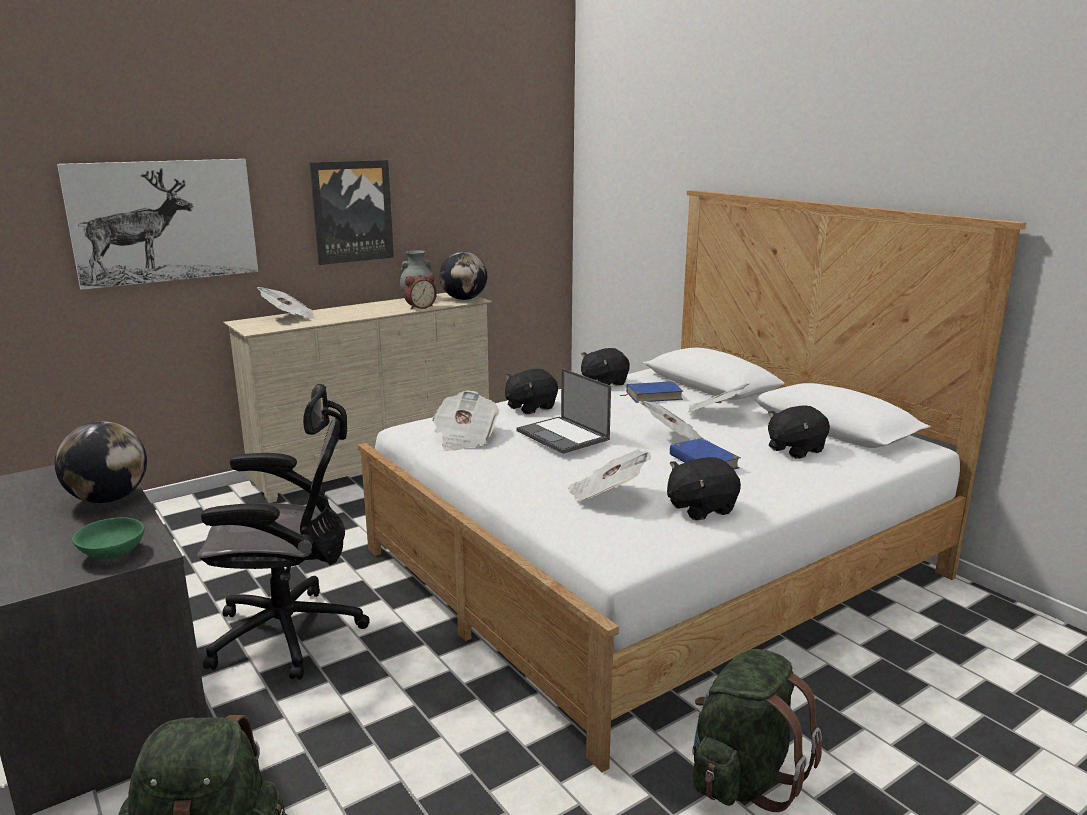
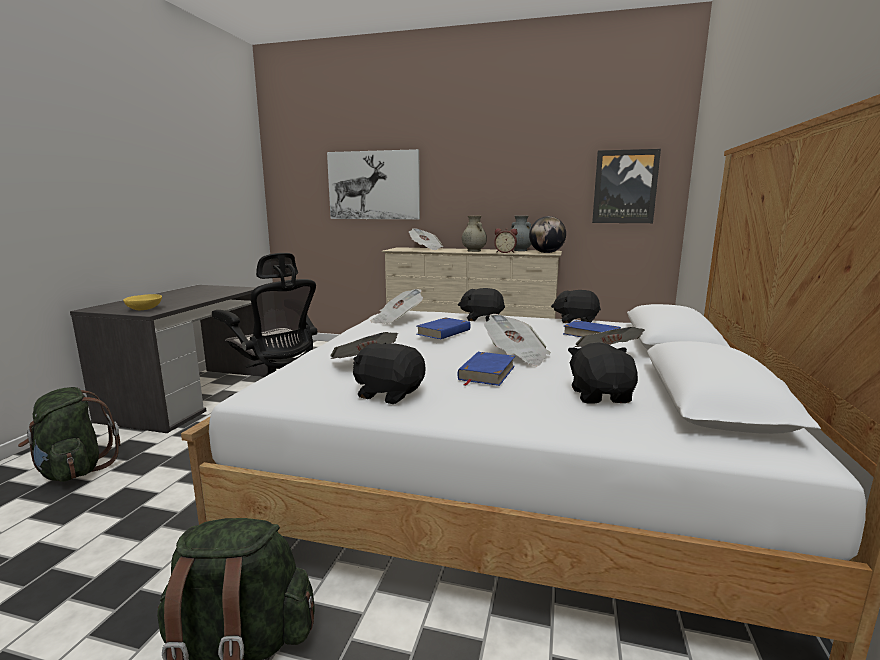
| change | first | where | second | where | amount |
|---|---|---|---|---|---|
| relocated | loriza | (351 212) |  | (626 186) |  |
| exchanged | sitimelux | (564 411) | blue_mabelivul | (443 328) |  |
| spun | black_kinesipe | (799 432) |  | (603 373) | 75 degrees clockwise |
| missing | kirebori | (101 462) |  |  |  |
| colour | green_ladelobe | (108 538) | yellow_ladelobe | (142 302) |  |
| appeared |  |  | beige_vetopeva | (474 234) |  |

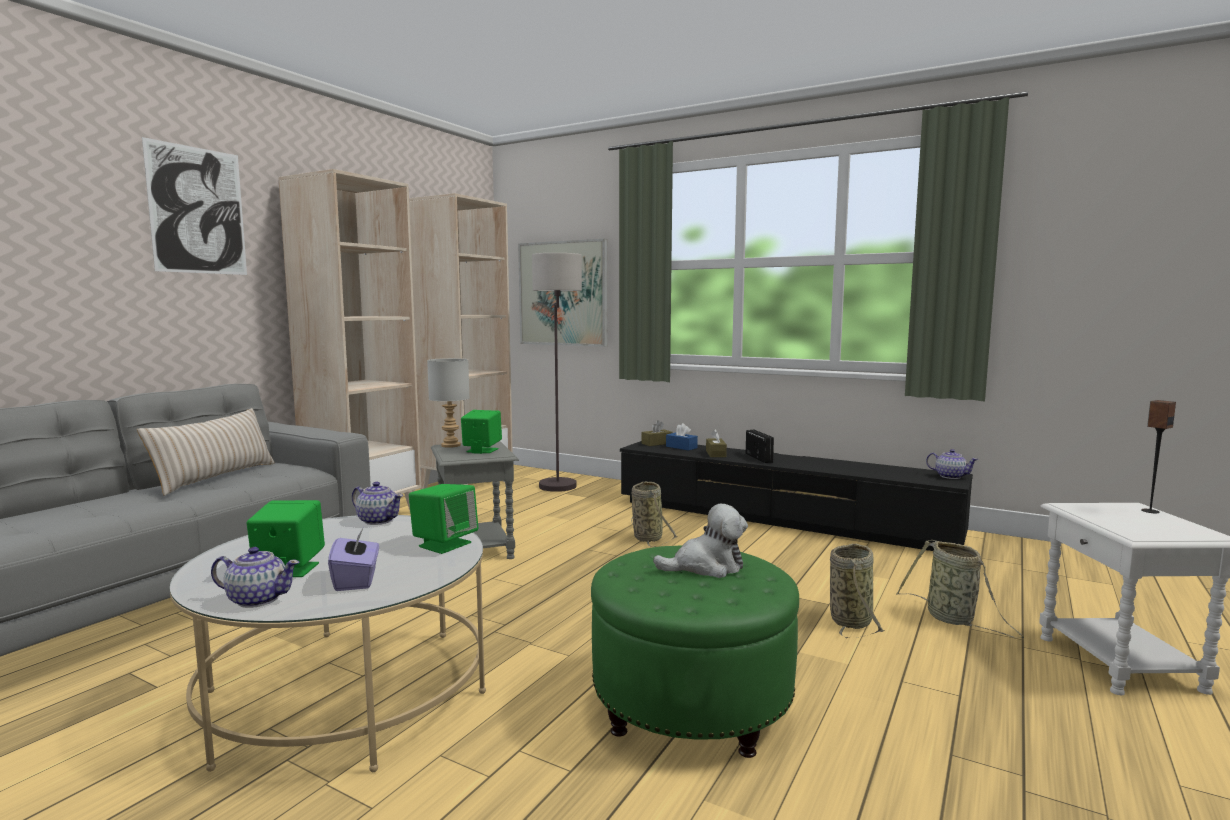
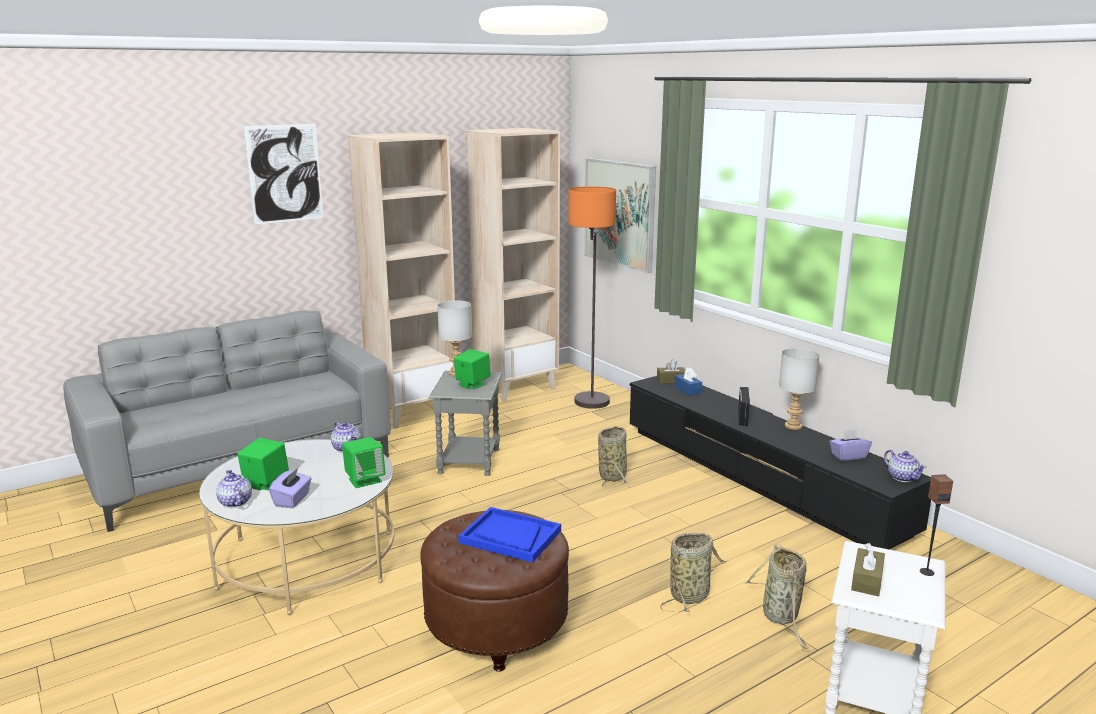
| change | first | where | second | where | amount |
|---|---|---|---|---|---|
| colour | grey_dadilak | (557 372) | orange_dadilak | (592 297) |  |
| missing | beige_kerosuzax | (206 452) |  |  |  |
| relocated | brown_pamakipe | (716 443) |  | (868 569) |  |
| exchanged | kinesipe | (700 541) | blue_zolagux | (509 534) |  |
| colour | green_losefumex | (695 651) | brown_losefumex | (494 591) |  |
| spun | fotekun | (255 577) |  | (234 489) | 150 degrees counterclockwise |
| appeared |  |  | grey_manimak | (799 389) |  |
| appeared |  |  | purple_pamakipe | (850 445) |  |

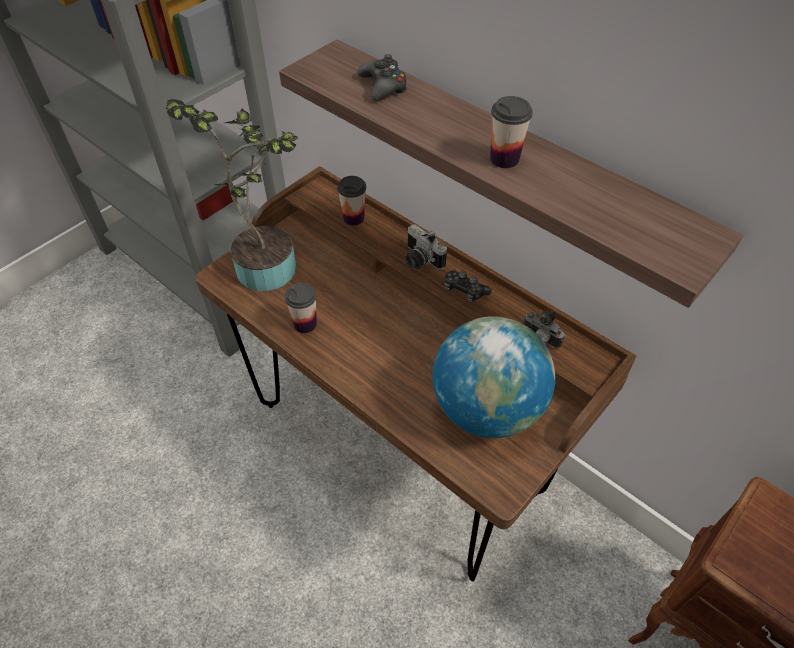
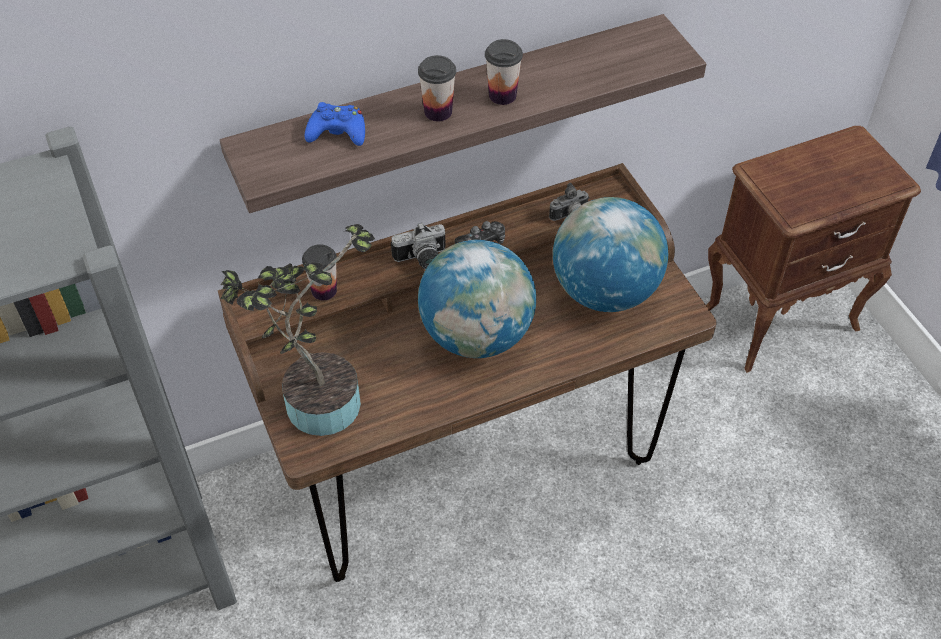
| change | first | where | second | where | amount |
|---|---|---|---|---|---|
| colour | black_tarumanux | (382 77) | blue_tarumanux | (335 124) |  |
| relocated | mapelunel | (301 308) |  | (437 88) |  |
| appeared |  |  | kirebori | (477 299) |  |

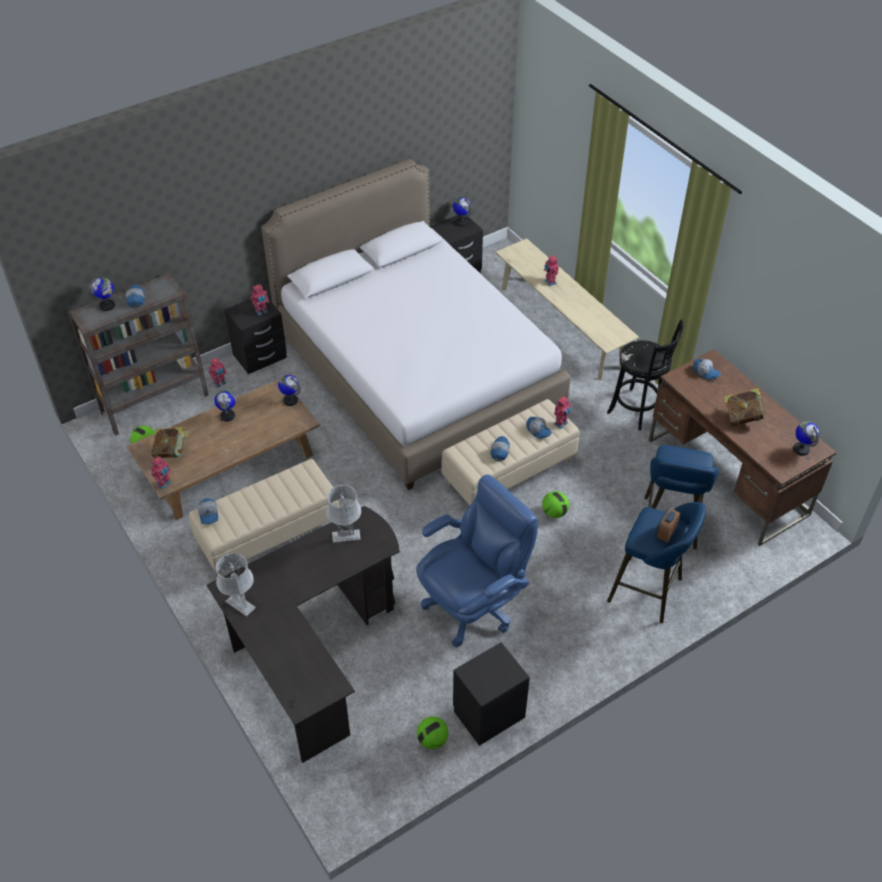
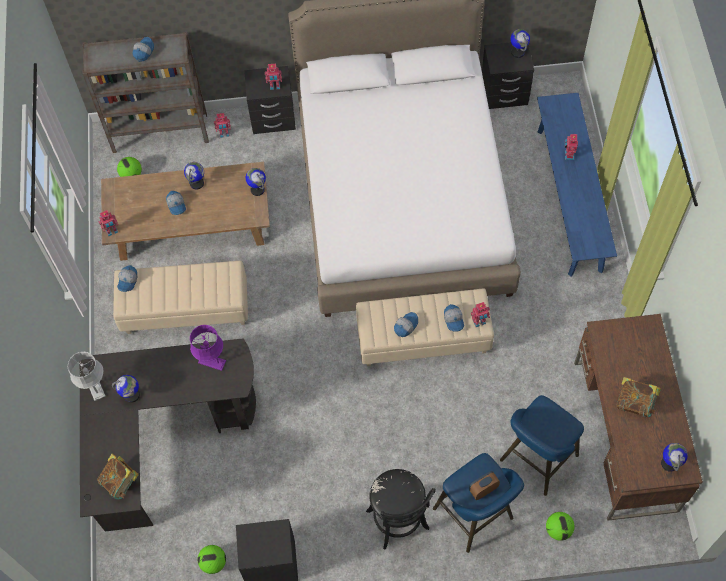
| change | first | where | second | where | amount |
|---|---|---|---|---|---|
| colour | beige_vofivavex | (567 309) | blue_vofivavex | (577 185) |  |
| relocated | kirebori | (101 294) |  | (126 389) |  |
| relocated | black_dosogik | (645 375) |  | (401 509) |  |
| relocated | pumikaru | (707 369) |  | (176 203) |  |
| relocated | mabelivul | (169 442) |  | (118 477) |  |
| missing | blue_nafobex | (477 560) |  |  |  |
| colour | grey_manimak | (343 514) | purple_manimak | (208 348) |  |
| relocated | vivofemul | (555 504) |  | (560 526) |  |

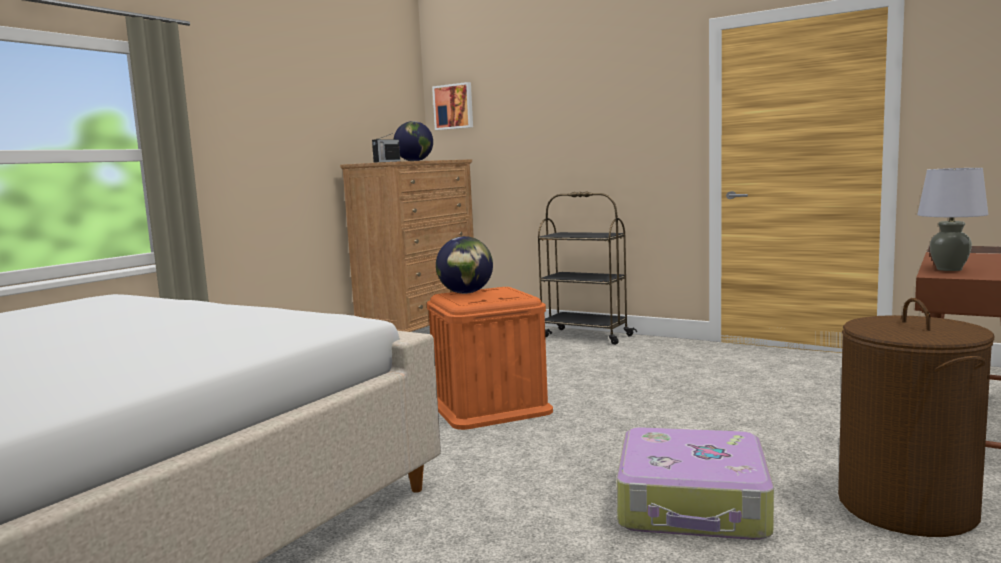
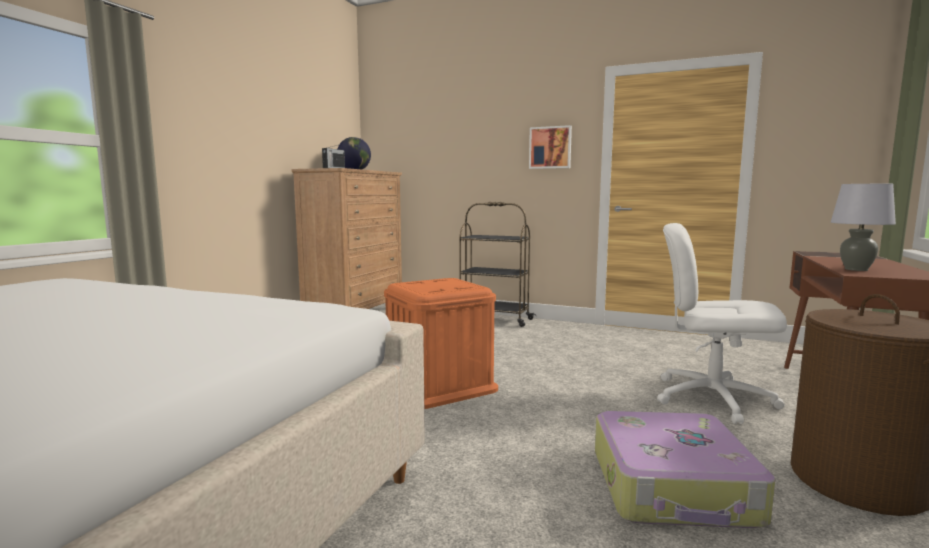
| change | first | where | second | where | amount |
|---|---|---|---|---|---|
| relocated | loriza | (452 106) |  | (550 147) |  |
| missing | kirebori | (464 265) |  |  |  |
| appeared |  |  | white_nafobex | (722 323) |  |

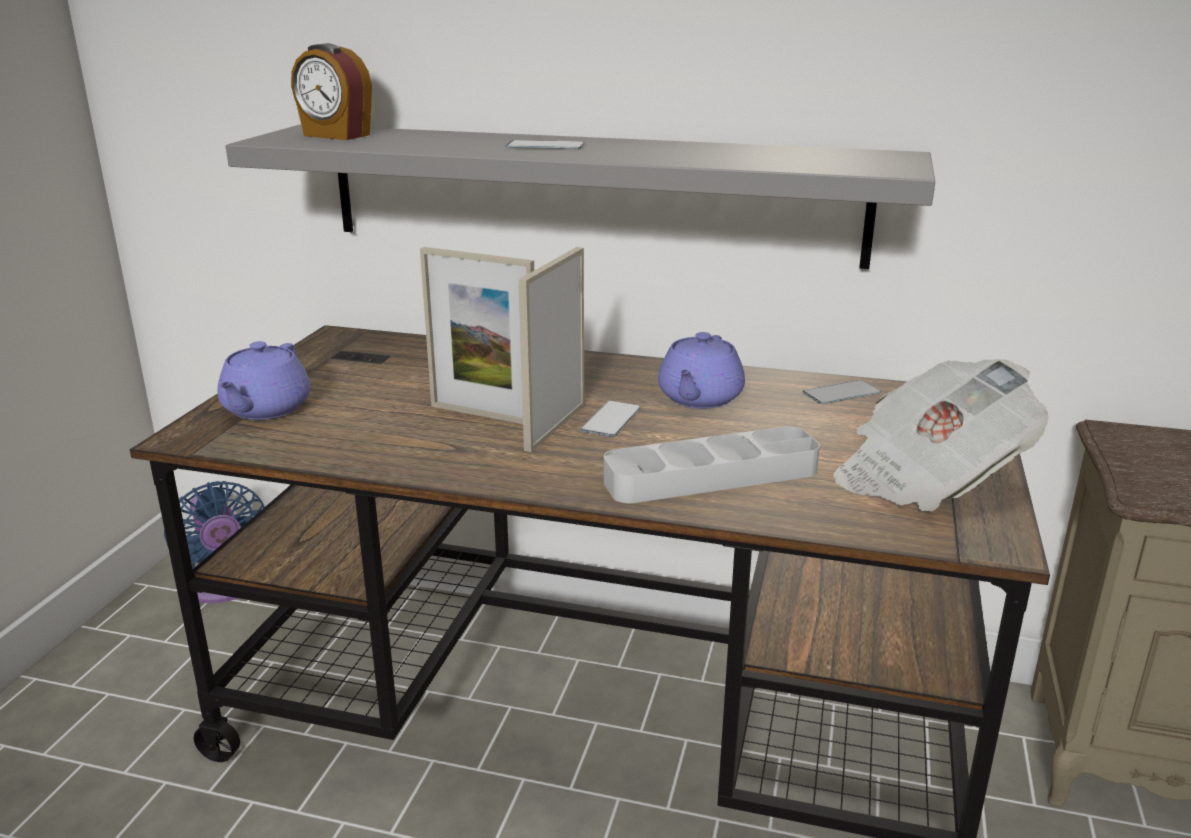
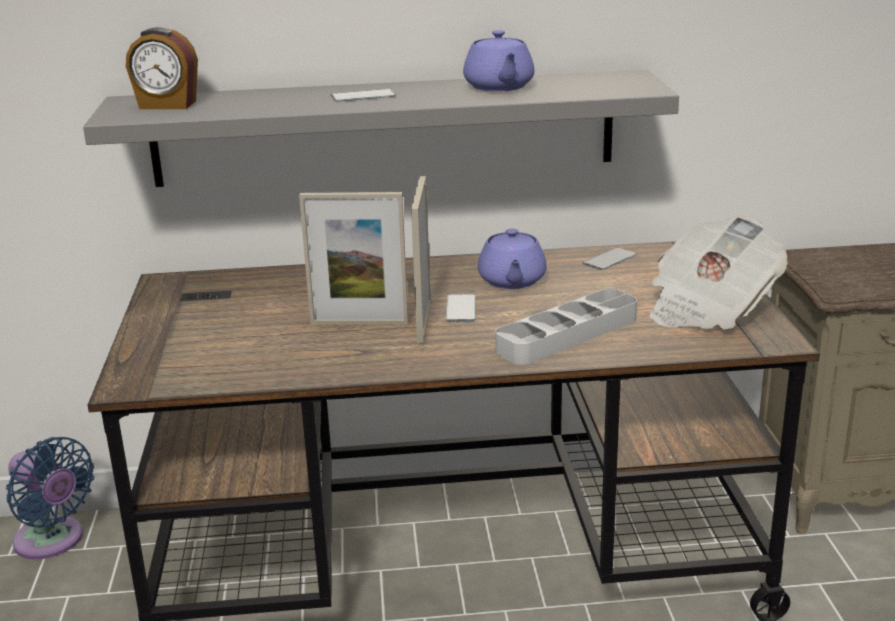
| change | first | where | second | where | amount |
|---|---|---|---|---|---|
| relocated | purple_fotekun | (264 380) |  | (498 61) |  |

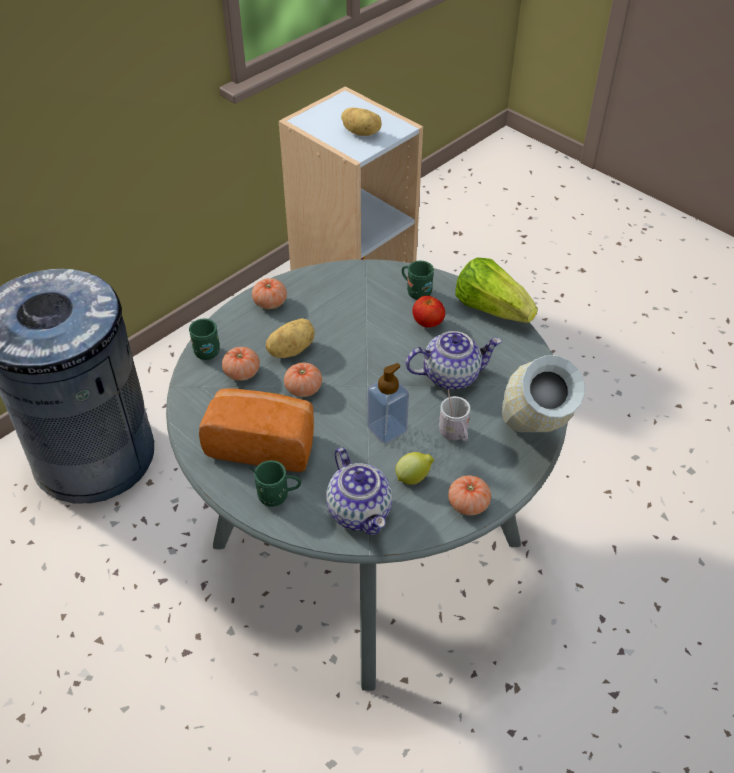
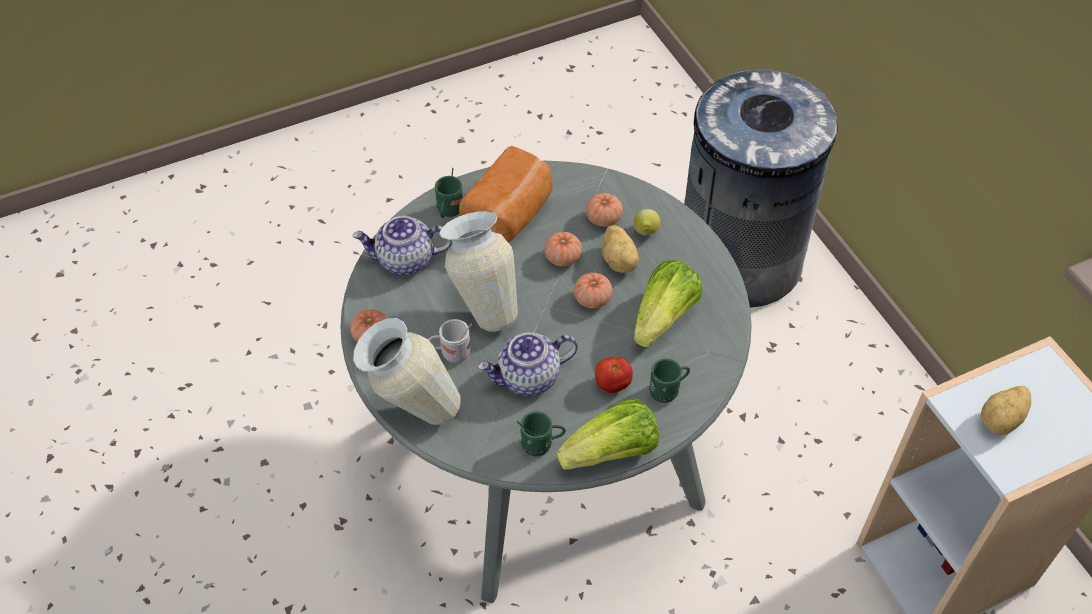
| change | first | where | second | where | amount |
|---|---|---|---|---|---|
| relocated | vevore | (269 293) |  | (593 291) |  |
| relocated | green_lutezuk | (204 339) |  | (541 433) |  |
| spun | fotekun | (453 360) |  | (528 364) | 60 degrees clockwise |
| exchanged | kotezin | (388 403) | vetopeva | (478 271) |  |
| relocated | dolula | (414 468) |  | (646 222) |  |
| appeared |  |  | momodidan | (668 303) |  |

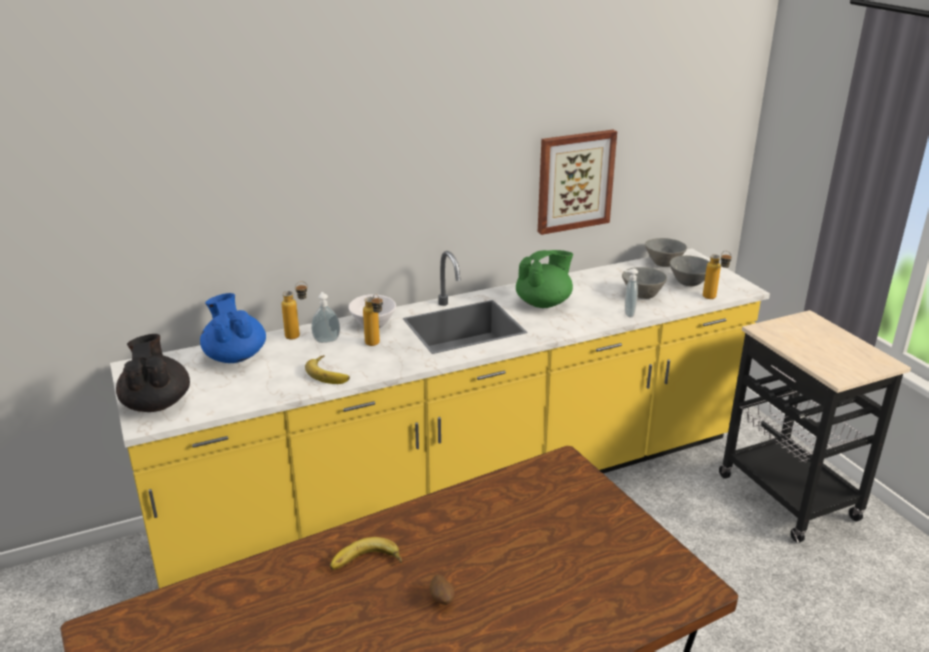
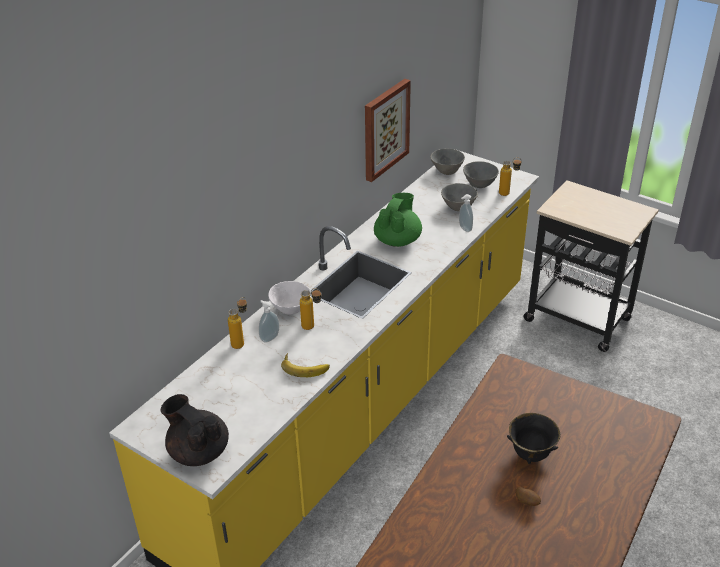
| change | first | where | second | where | amount |
|---|---|---|---|---|---|
| missing | blue_fotekun | (233 328) |  |  |  |
| missing | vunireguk | (366 553) |  |  |  |
| appeared |  |  | black_ladelobe | (533 438) |  |

